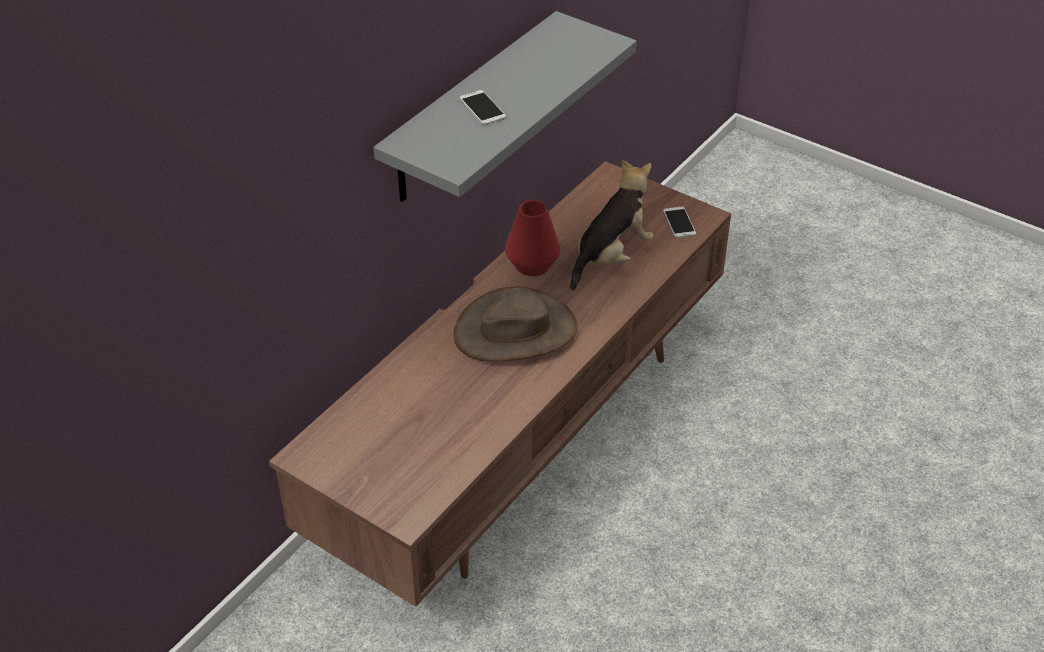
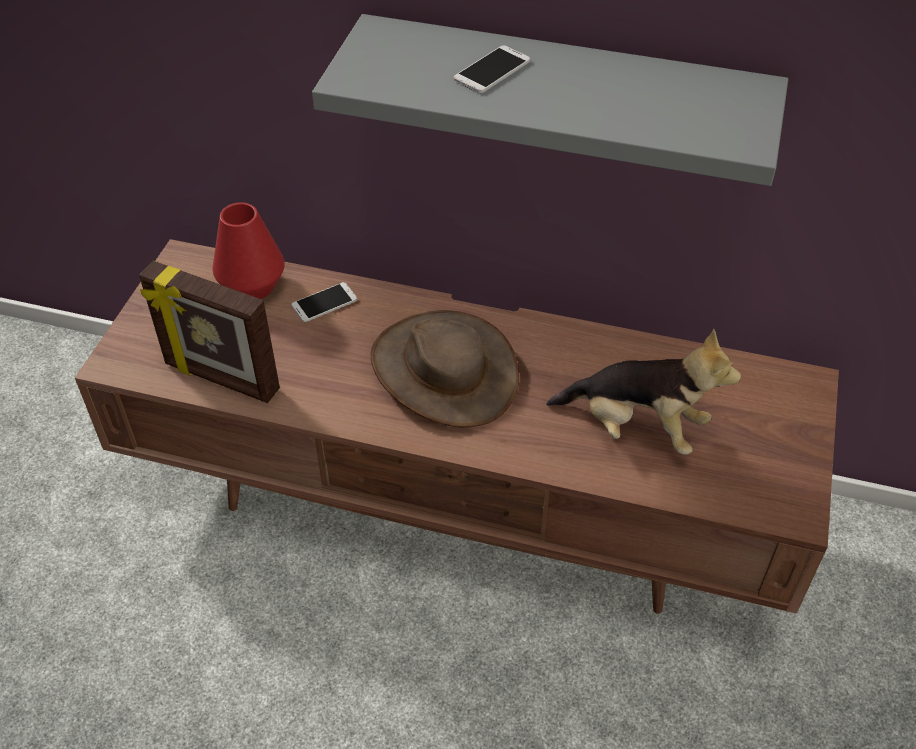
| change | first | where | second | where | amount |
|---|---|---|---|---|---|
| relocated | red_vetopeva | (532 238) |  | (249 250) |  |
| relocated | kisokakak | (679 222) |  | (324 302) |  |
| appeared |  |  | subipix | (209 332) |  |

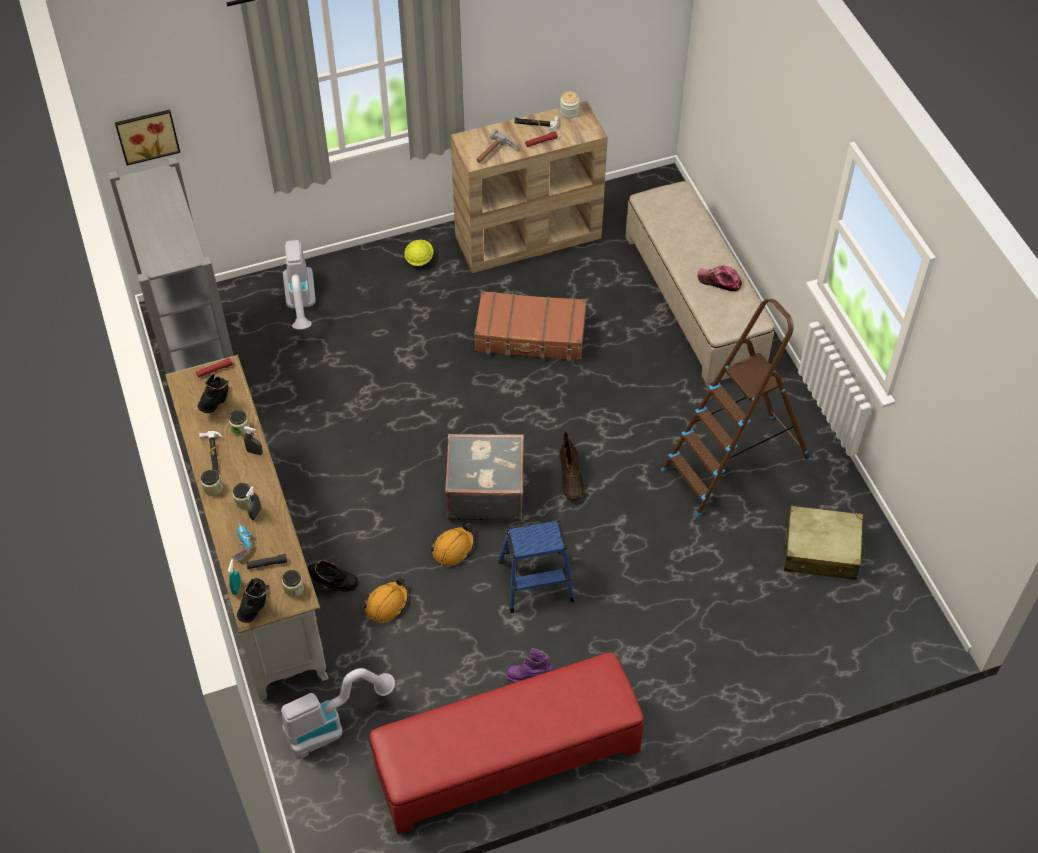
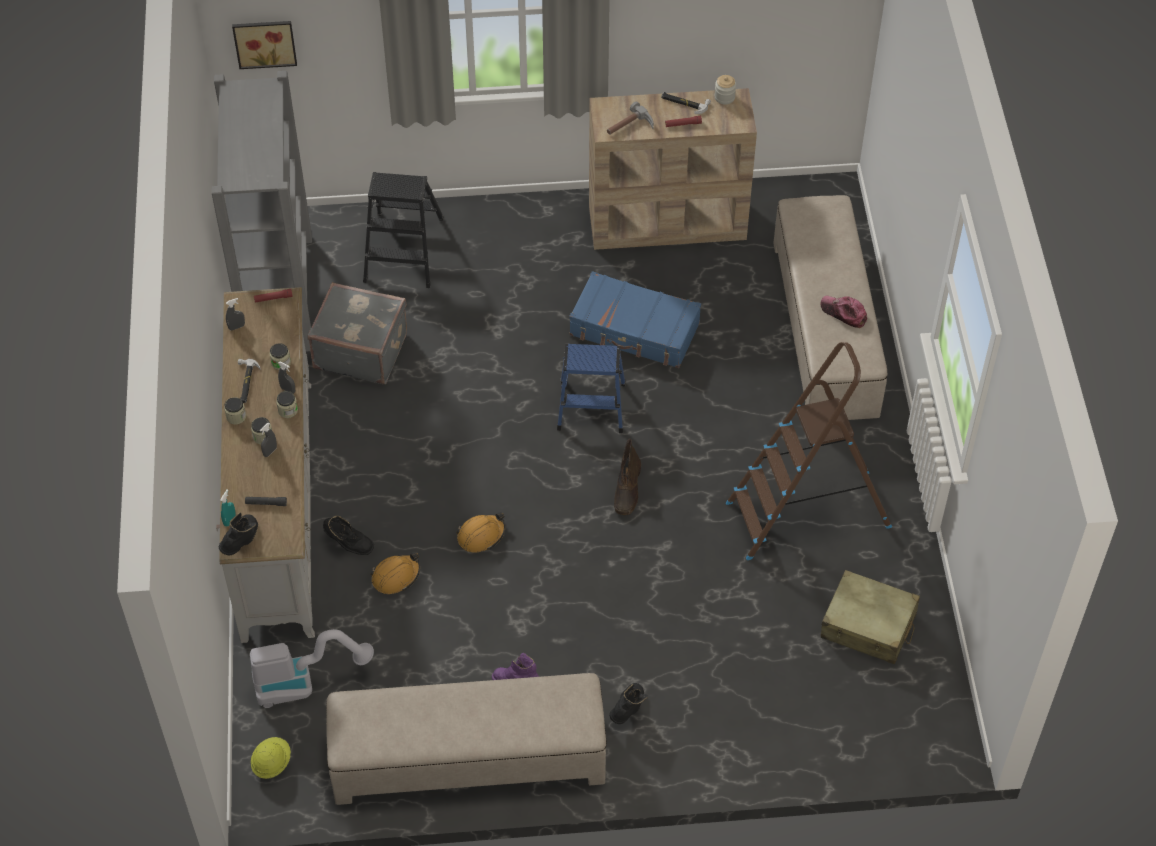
| change | first | where | second | where | amount |
|---|---|---|---|---|---|
| exchanged | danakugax | (299 285) | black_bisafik | (403 230) |  |
| relocated | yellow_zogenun | (418 253) |  | (271 758) |  |
| colour | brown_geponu | (530 326) | blue_geponu | (635 319) |  |
| relocated | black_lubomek | (213 393) |  | (628 703) |  |
| relocated | grey_geponu | (484 477) |  | (357 333) |  |
| missing | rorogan | (242 540) |  |  |  |
| relocated | blue_bisafik | (536 566) |  | (591 388) |  |
| relocated | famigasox | (293 583) |  | (287 404) |  |
| colour | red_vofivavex | (506 743) | beige_vofivavex | (466 739) |  |
| appeared |  |  | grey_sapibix | (235 314) |  |

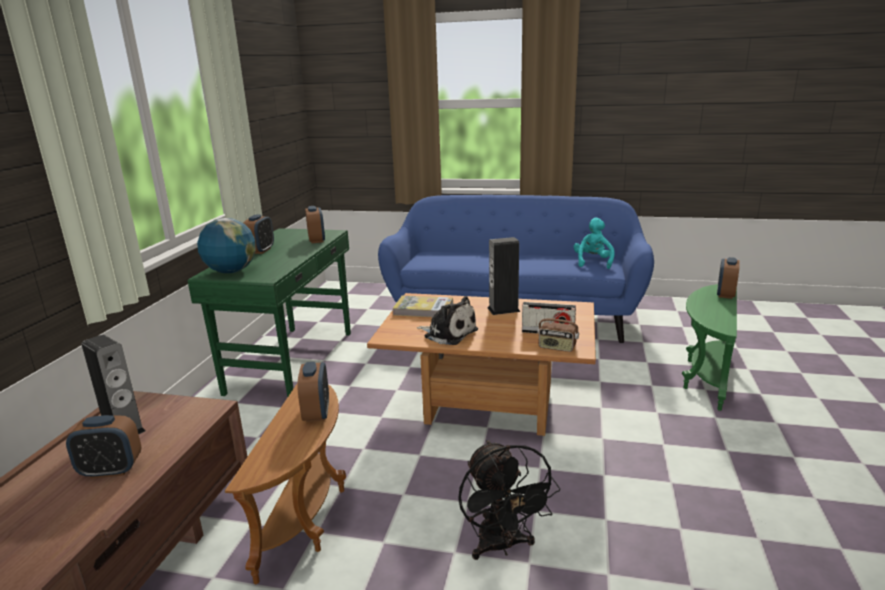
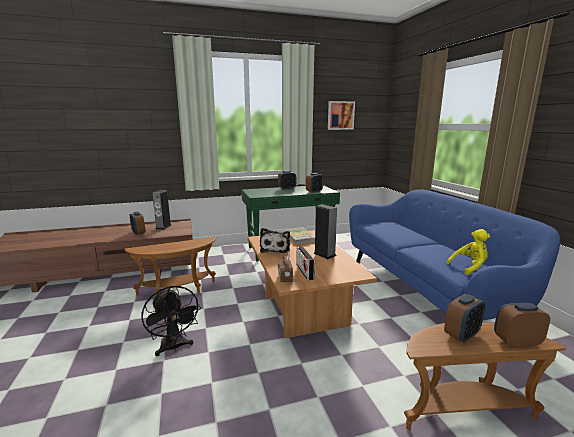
| change | first | where | second | where | amount |
|---|---|---|---|---|---|
| missing | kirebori | (226 245) |  |  |  |
| colour | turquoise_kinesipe | (594 243) | yellow_kinesipe | (468 252) |  |
| colour | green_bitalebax | (709 347) | brown_bitalebax | (485 376) |  |
| relocated | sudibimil | (313 392) |  | (464 318) |  |
| spun | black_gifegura | (509 500) |  | (171 321) | 75 degrees counterclockwise |
| appeared |  |  | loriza | (341 115) |  |

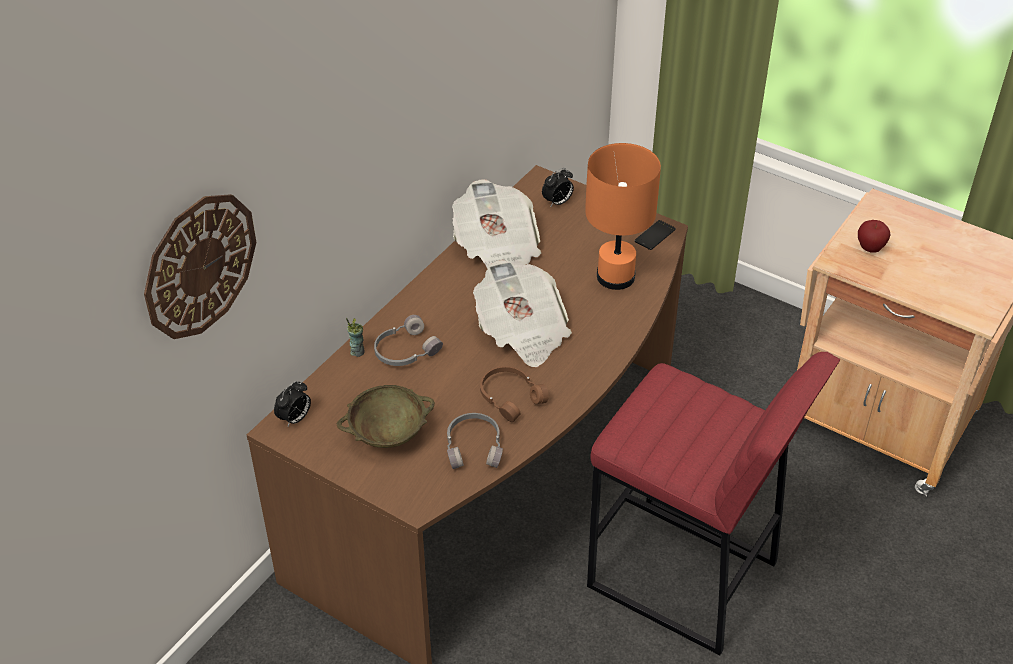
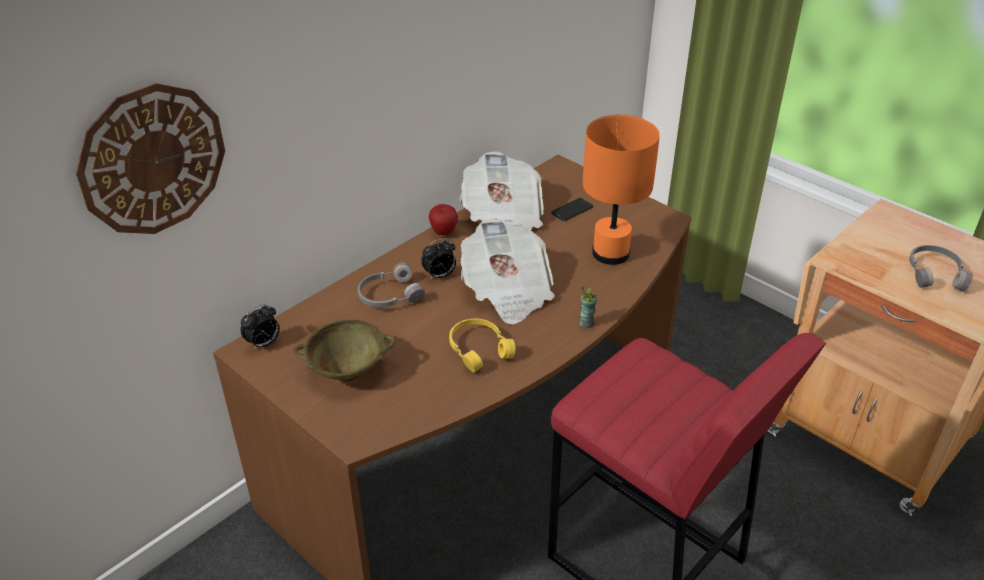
| change | first | where | second | where | amount |
|---|---|---|---|---|---|
| relocated | sudibimil | (558 187) |  | (438 259) |  |
| relocated | kisokakak | (655 235) |  | (572 209) |  |
| relocated | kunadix | (874 236) |  | (443 219) |  |
| relocated | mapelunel | (355 337) |  | (588 307) |  |
| colour | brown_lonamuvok | (514 394) | yellow_lonamuvok | (482 345) |  |
| relocated | grey_lonamuvok | (475 441) |  | (941 268) |  |

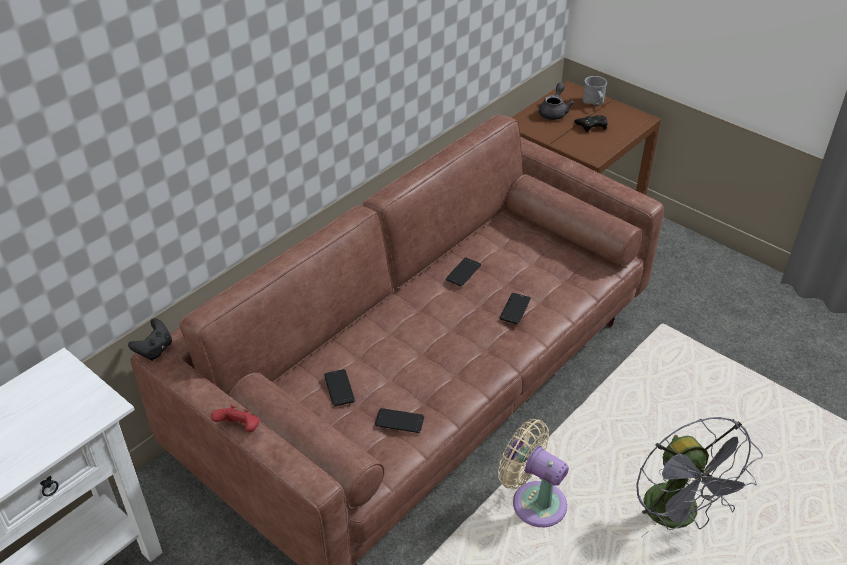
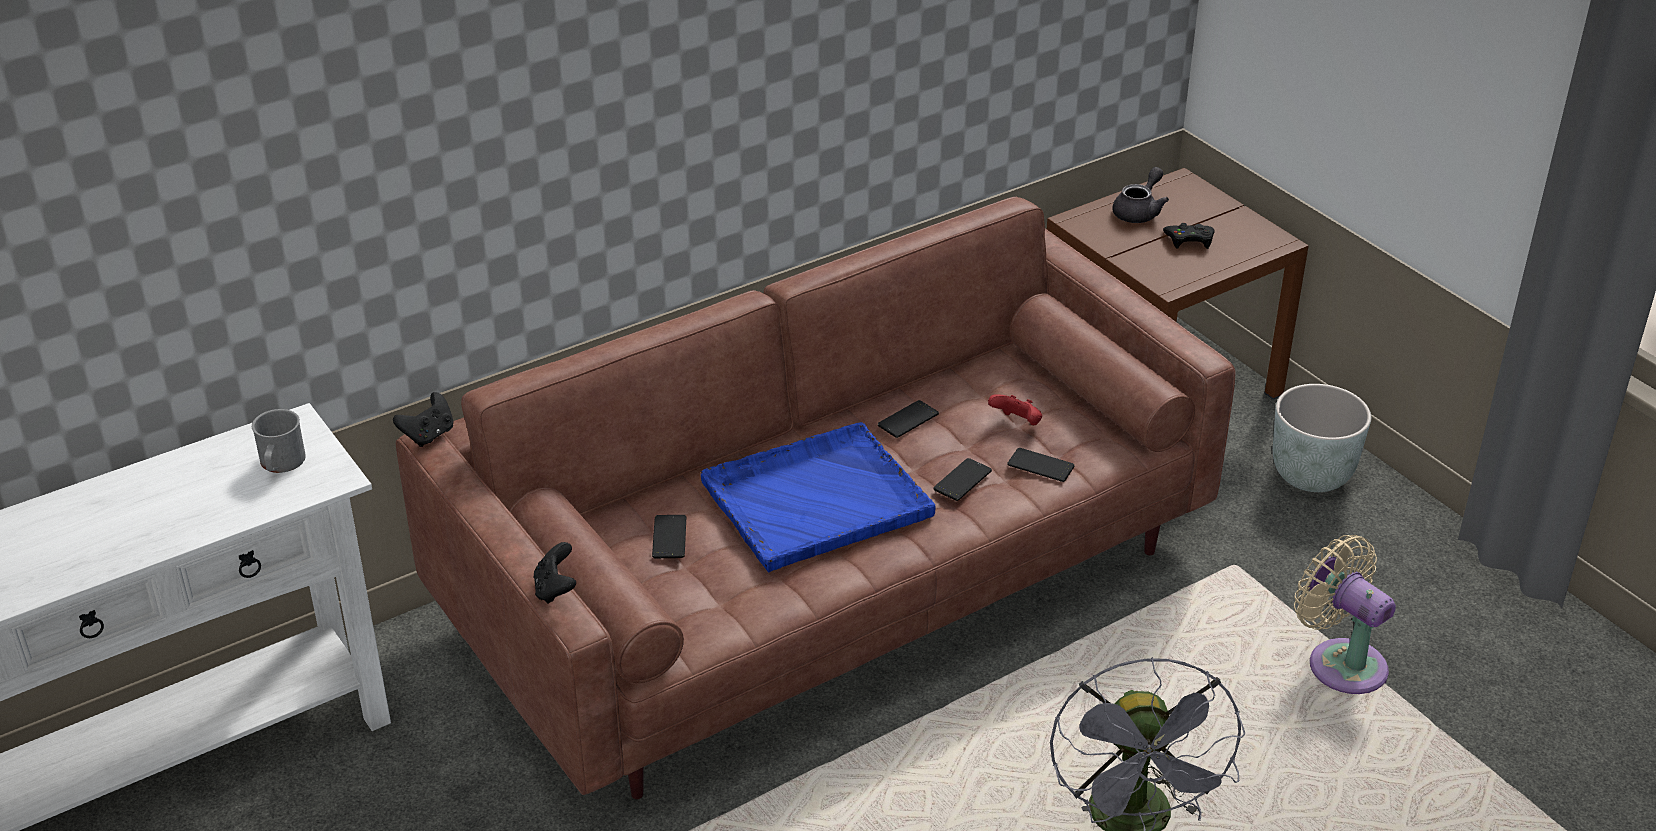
| change | first | where | second | where | amount |
|---|---|---|---|---|---|
| relocated | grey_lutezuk | (595 91) |  | (279 441) |  |
| relocated | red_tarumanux | (235 418) |  | (1015 409) |  |
| relocated | kisokakak | (399 420) |  | (1040 465) |  |
| relocated | beige_gifegura | (533 473) |  | (1345 614) |  |
| appeared |  |  | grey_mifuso | (1322 438) |  |
| appeared |  |  | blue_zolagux | (818 497) |  |
| appeared |  |  | black_tarumanux | (555 573) |  |

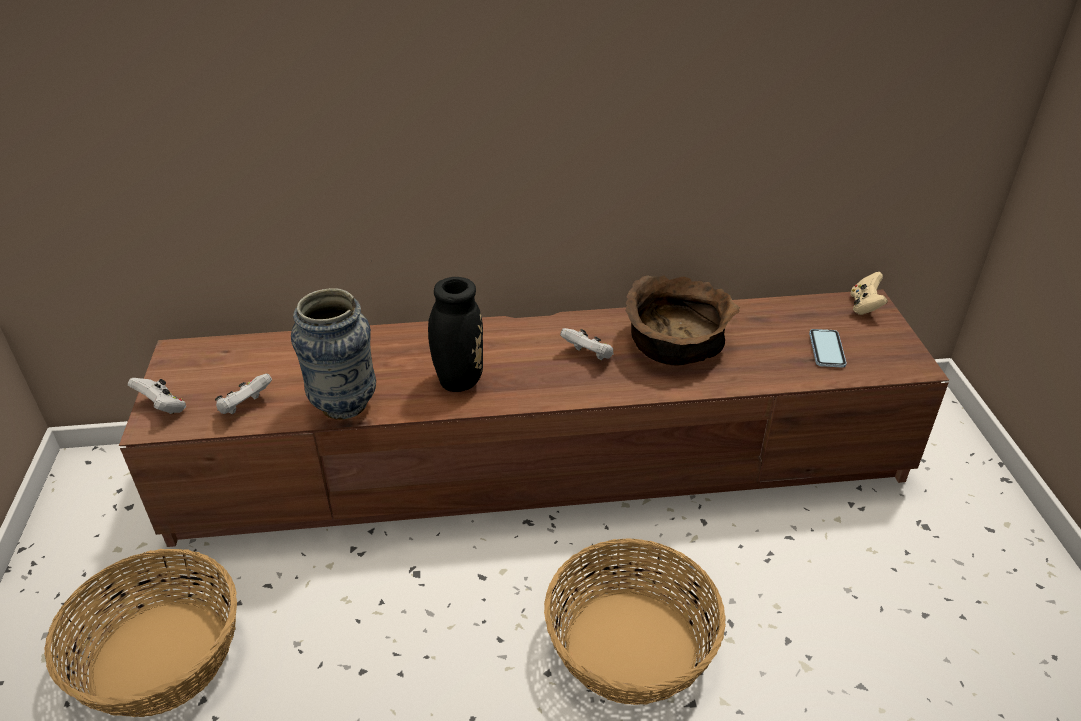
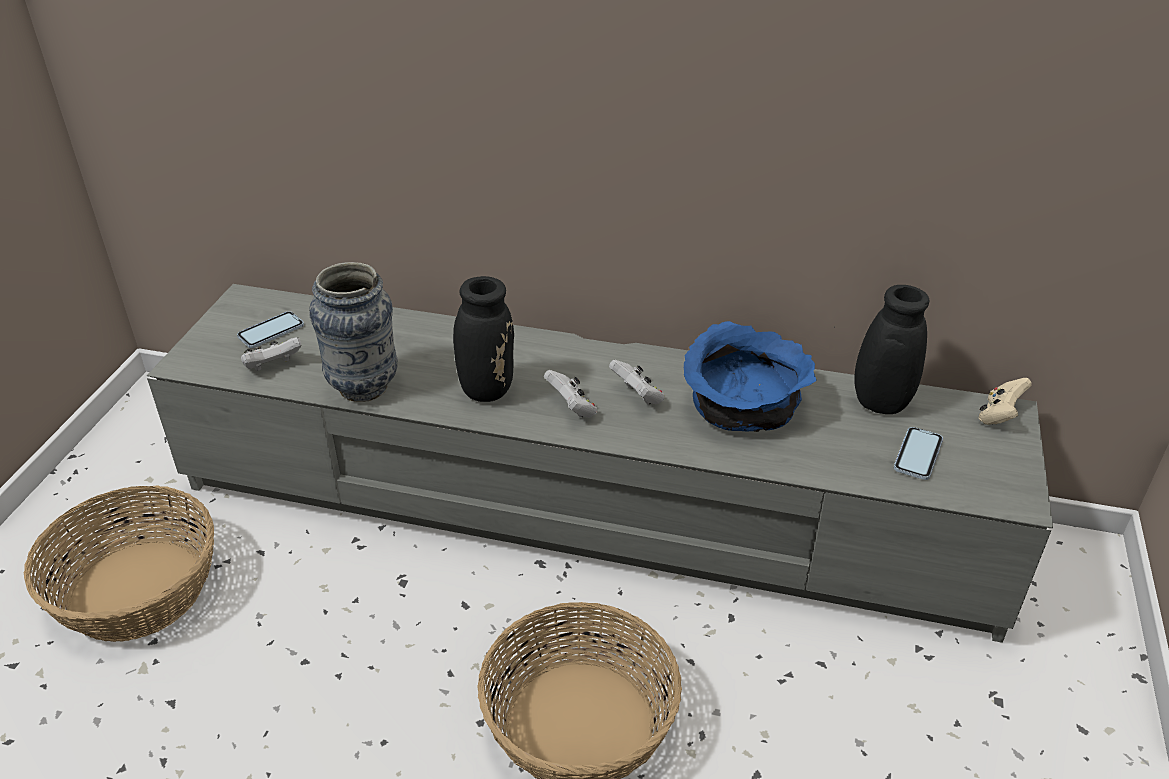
| change | first | where | second | where | amount |
|---|---|---|---|---|---|
| colour | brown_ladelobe | (682 320) | blue_ladelobe | (750 376) |  |
| colour | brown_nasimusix | (534 418) | grey_nasimusix | (600 463) |  |
| relocated | white_tarumanux | (157 396) |  | (570 394) |  |
| appeared |  |  | black_vetopeva | (891 349) |  |
| appeared |  |  | kisokakak | (270 329) |  |

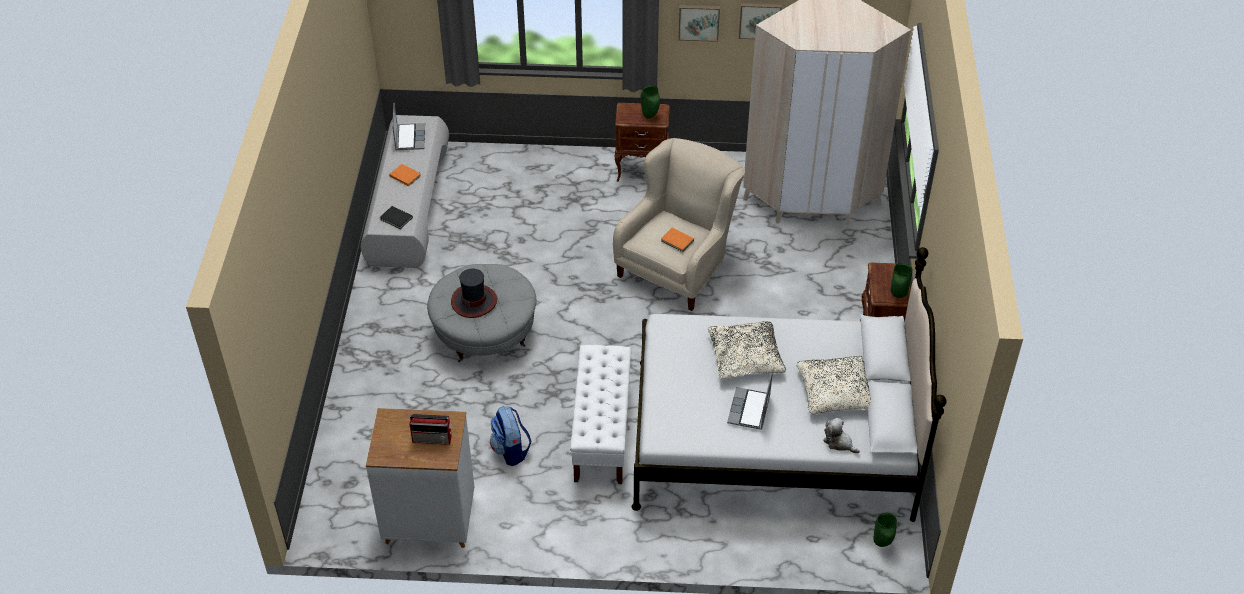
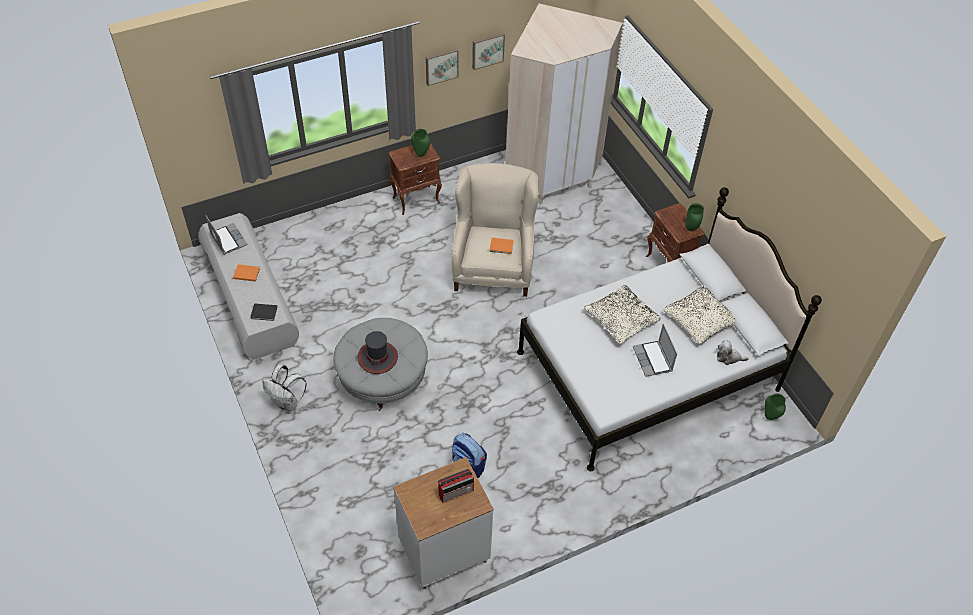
| change | first | where | second | where | amount |
|---|---|---|---|---|---|
| missing | white_vofivavex | (600 414) |  |  |  |
| appeared |  |  | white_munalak | (284 388) |  |

